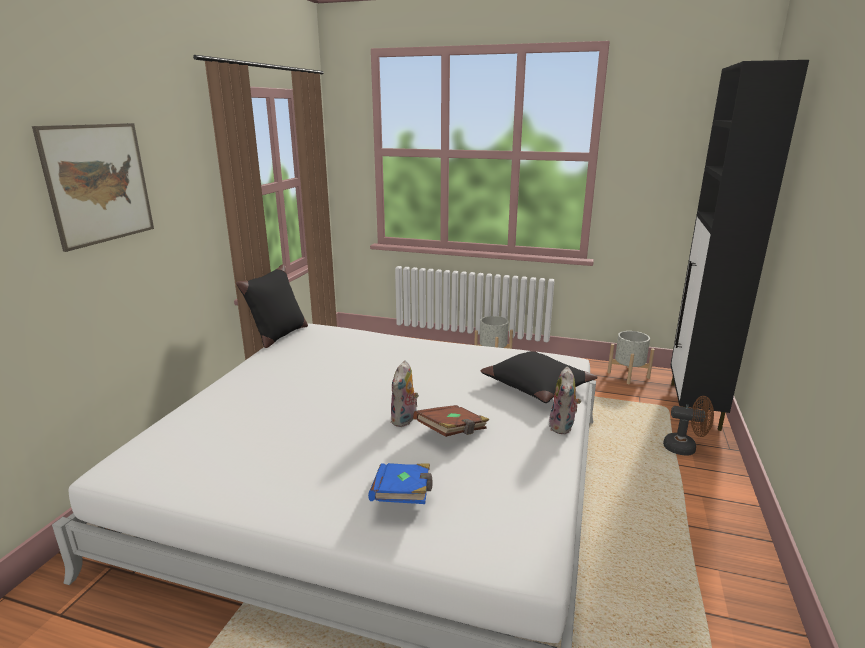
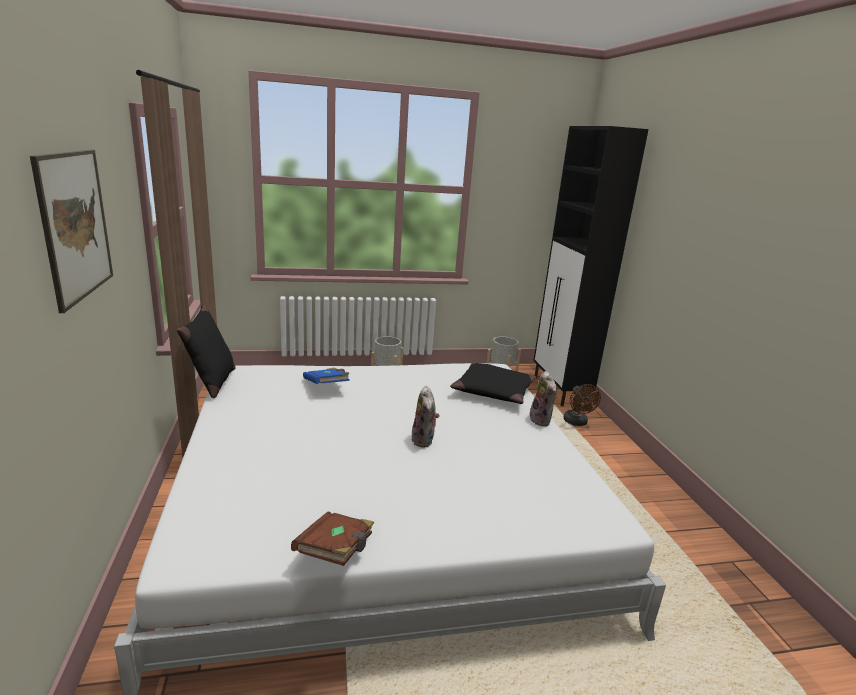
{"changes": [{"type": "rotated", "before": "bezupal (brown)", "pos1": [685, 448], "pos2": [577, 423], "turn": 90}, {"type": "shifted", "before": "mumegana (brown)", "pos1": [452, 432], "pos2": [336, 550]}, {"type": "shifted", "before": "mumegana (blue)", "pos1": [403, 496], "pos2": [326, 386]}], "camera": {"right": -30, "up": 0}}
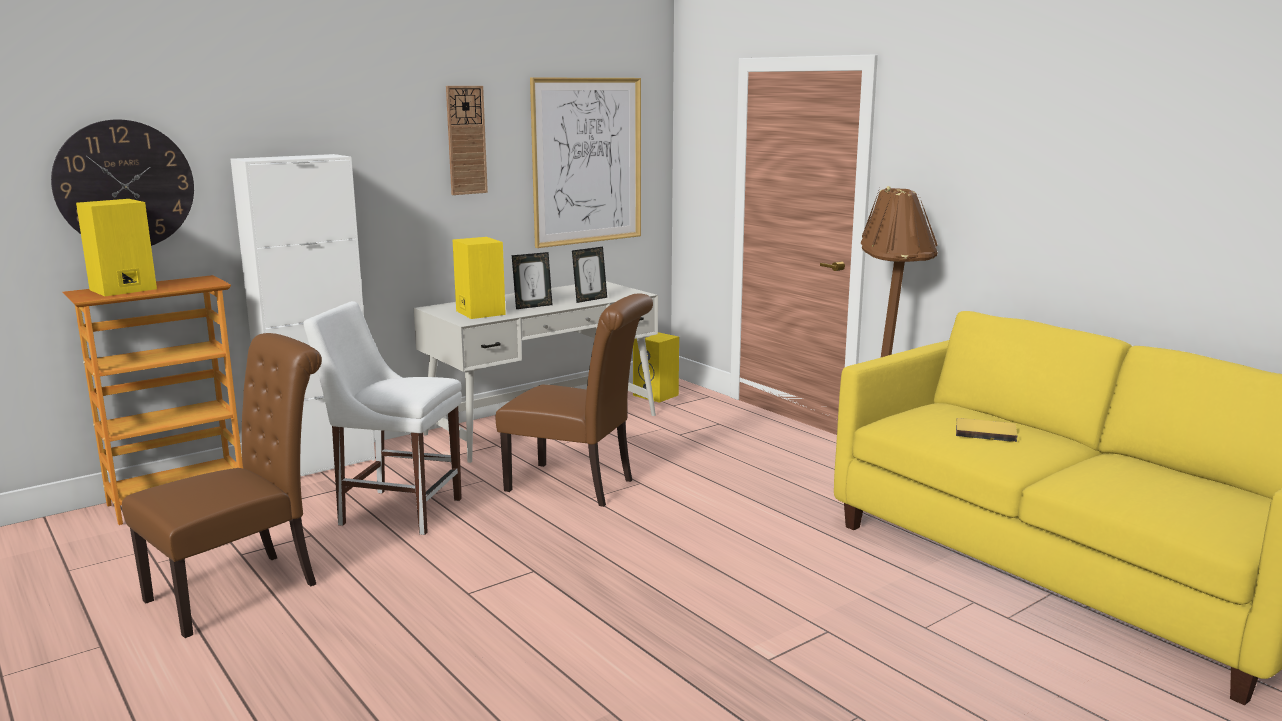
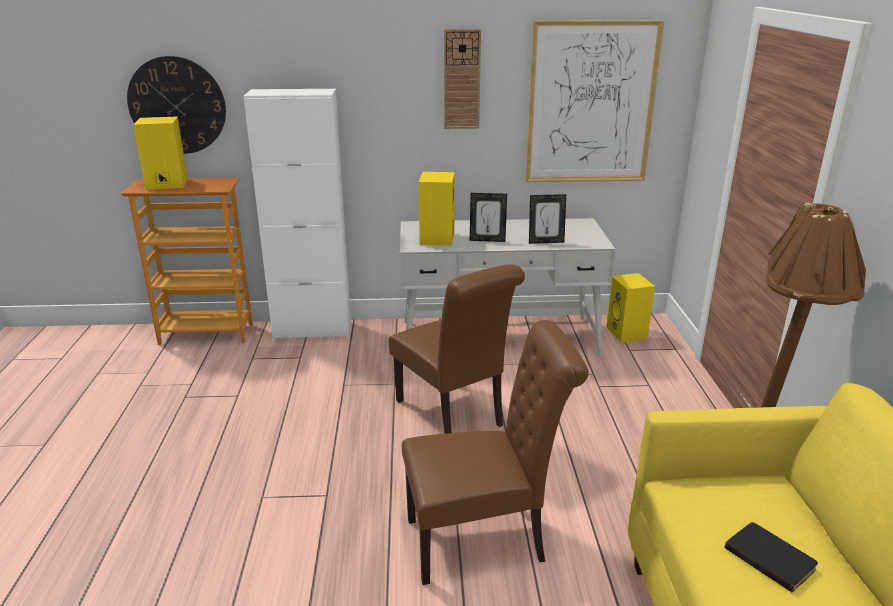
{"changes": [{"type": "gone", "before": "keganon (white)", "pos1": [395, 510]}, {"type": "shifted", "before": "keganon (brown)", "pos1": [243, 589], "pos2": [484, 539]}, {"type": "repainted", "before": "mumegana (yellow)", "after": "mumegana (black)", "pos1": [985, 432], "pos2": [771, 557]}], "camera": {"right": 35, "up": 10}}
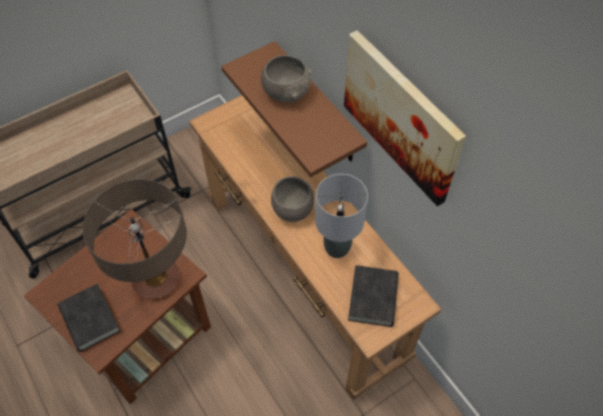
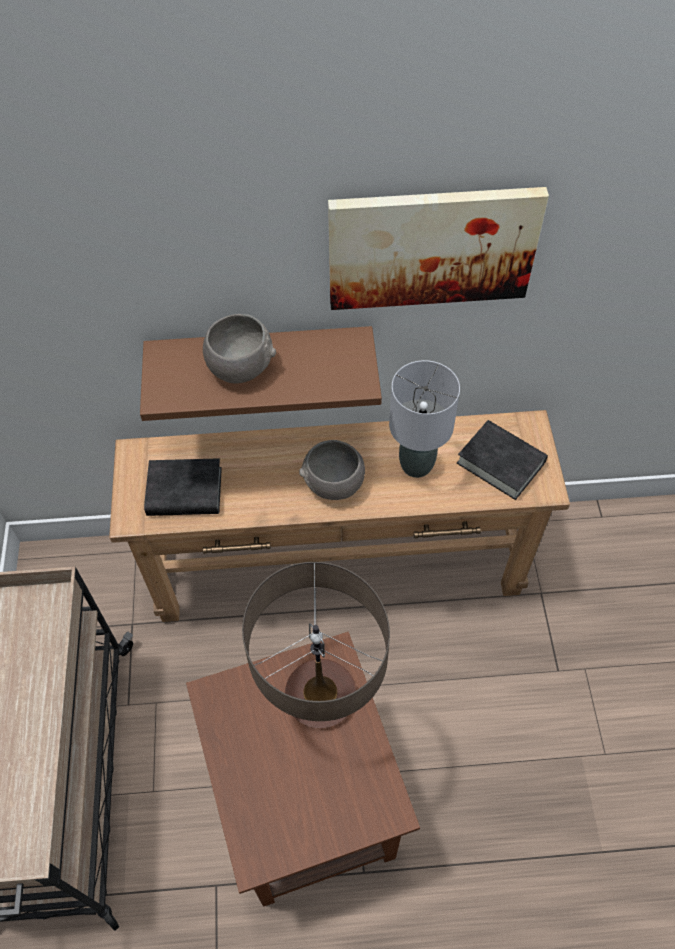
{"changes": [{"type": "shifted", "before": "mumegana (black)", "pos1": [90, 320], "pos2": [185, 492]}], "camera": {"right": -60, "up": 0}}
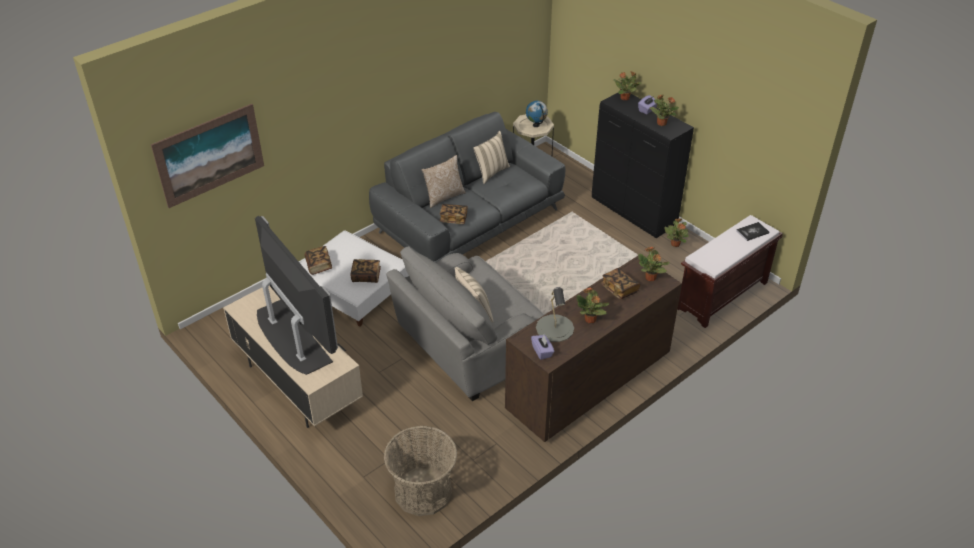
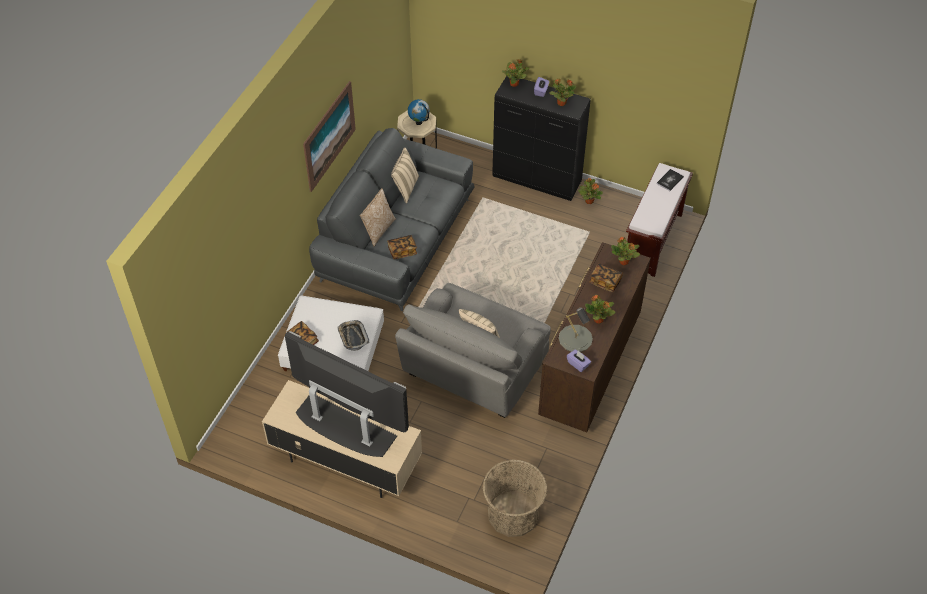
{"changes": [{"type": "shifted", "before": "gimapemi", "pos1": [209, 155], "pos2": [329, 136]}, {"type": "swapped", "before": "mumegana", "after": "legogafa", "pos1": [366, 276], "pos2": [353, 336]}], "camera": {"right": -25, "up": 10}}
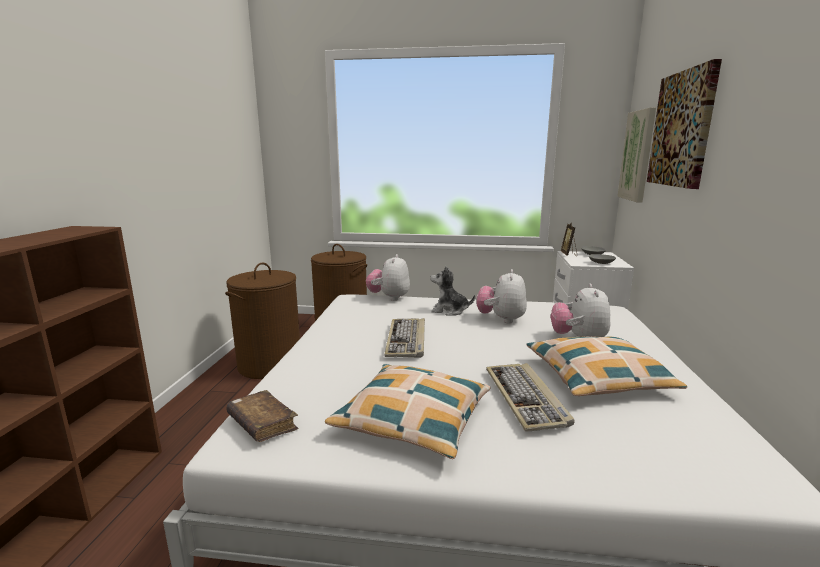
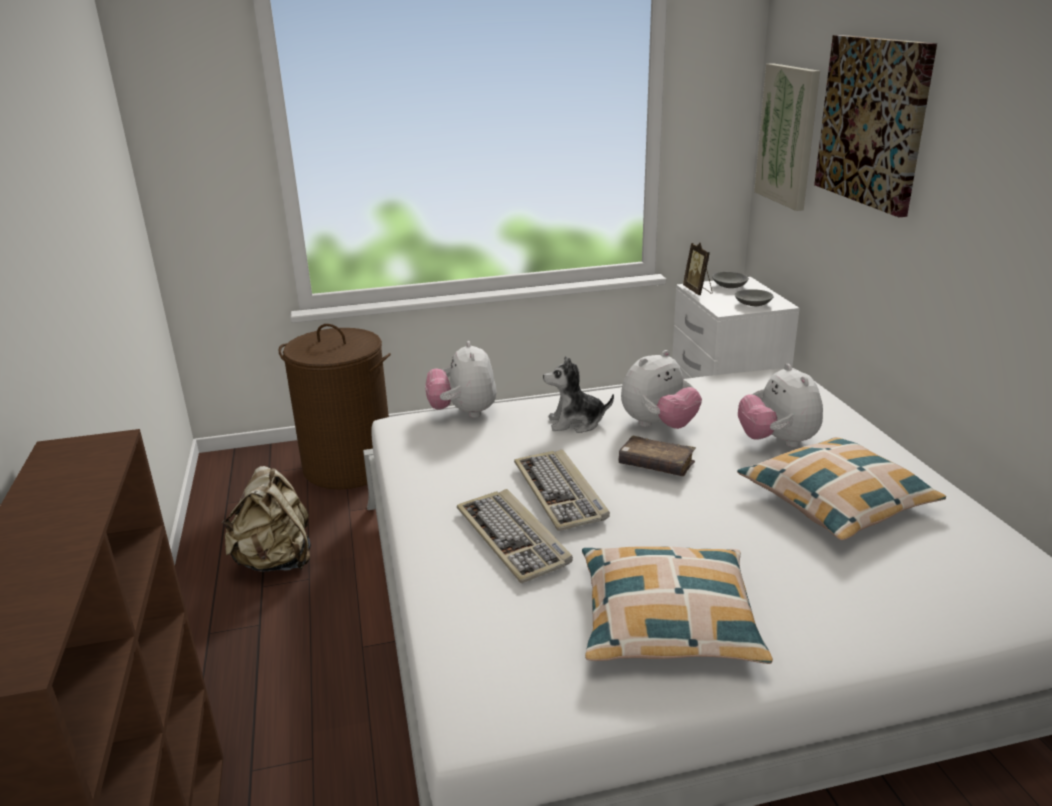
{"changes": [{"type": "swapped", "before": "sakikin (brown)", "after": "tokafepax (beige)", "pos1": [270, 365], "pos2": [275, 561]}, {"type": "rotated", "before": "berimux", "pos1": [501, 319], "pos2": [658, 425], "turn": -120}, {"type": "shifted", "before": "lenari", "pos1": [526, 398], "pos2": [514, 538]}, {"type": "shifted", "before": "mumegana (brown)", "pos1": [262, 424], "pos2": [656, 465]}], "camera": {"right": -20, "up": 10}}
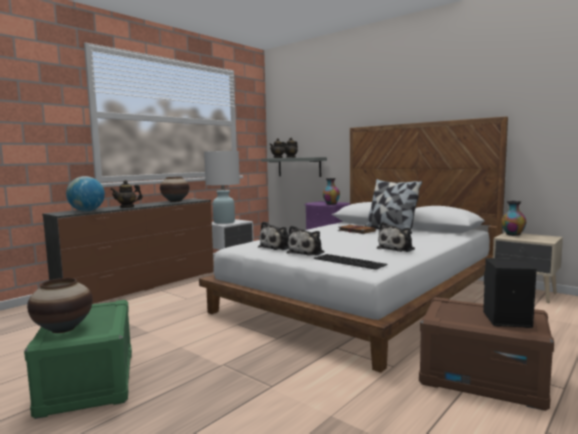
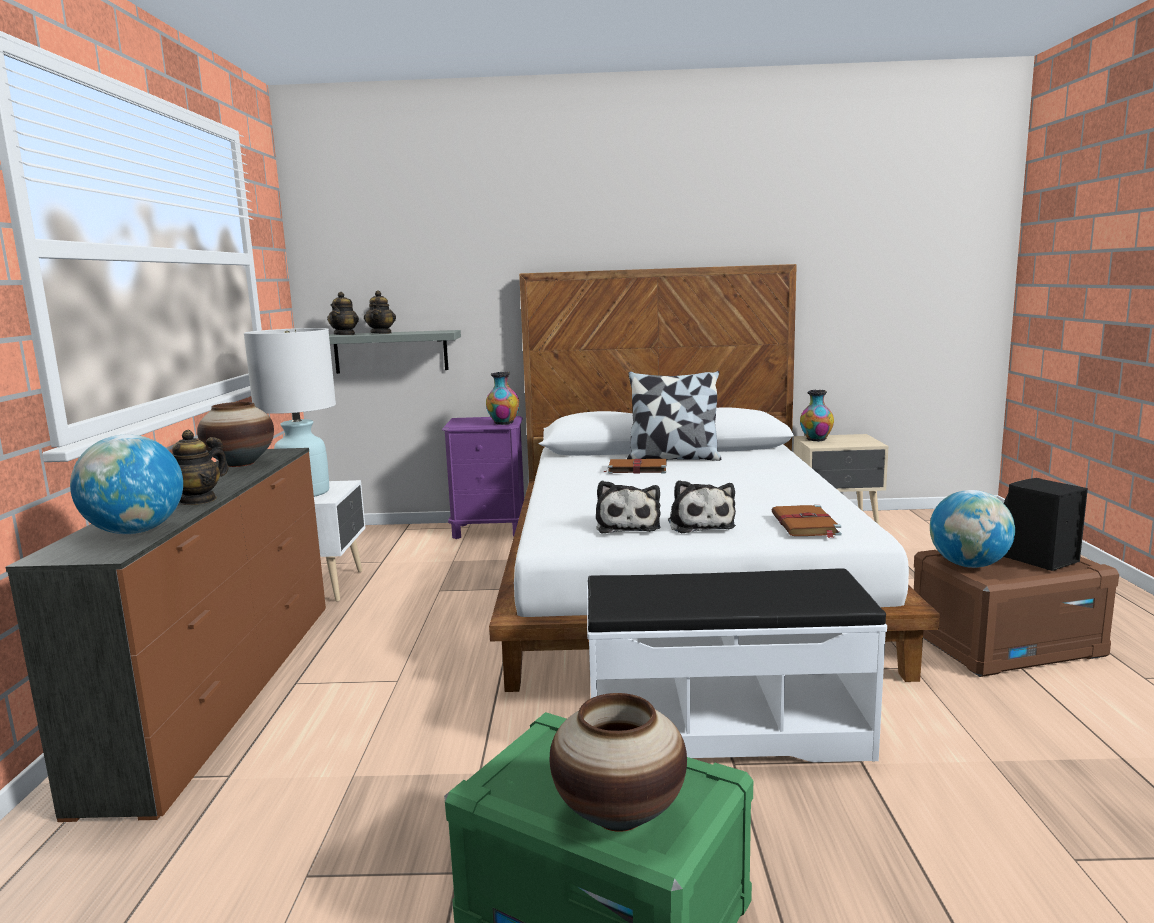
{"changes": [{"type": "gone", "before": "berimux", "pos1": [397, 249]}, {"type": "swapped", "before": "lenari", "after": "mumegana (brown)", "pos1": [350, 261], "pos2": [805, 525]}, {"type": "new", "after": "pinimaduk", "pos2": [969, 565]}, {"type": "new", "after": "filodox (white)", "pos2": [724, 729]}], "camera": {"right": -40, "up": 5}}
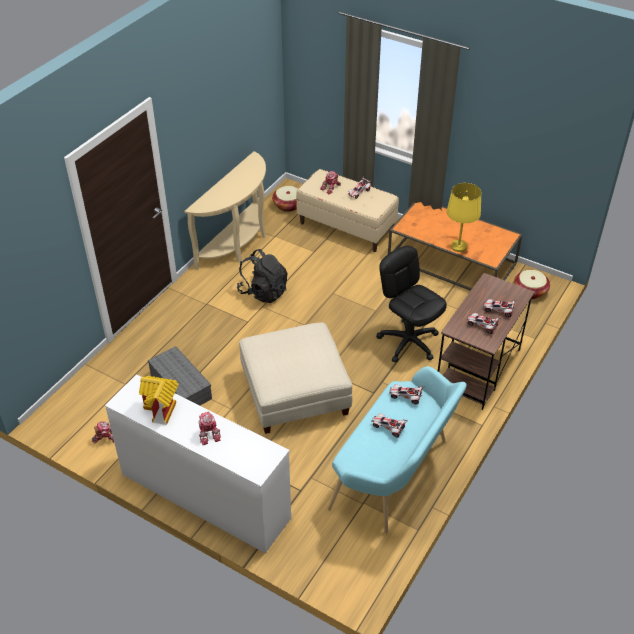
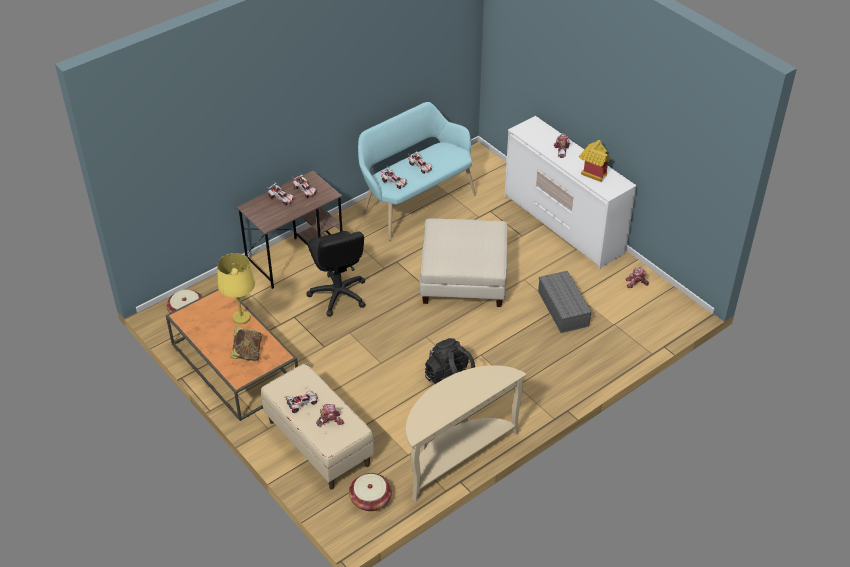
{"changes": [{"type": "new", "after": "mumegana", "pos2": [247, 353]}], "camera": {"right": -160, "up": 0}}
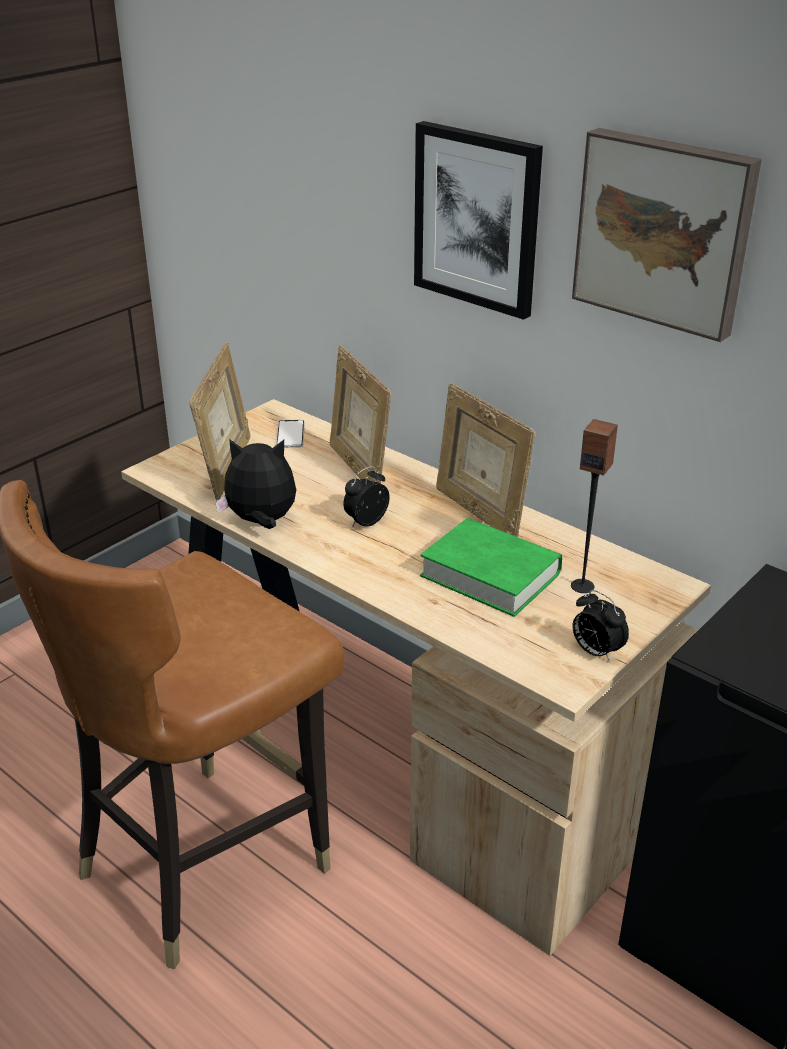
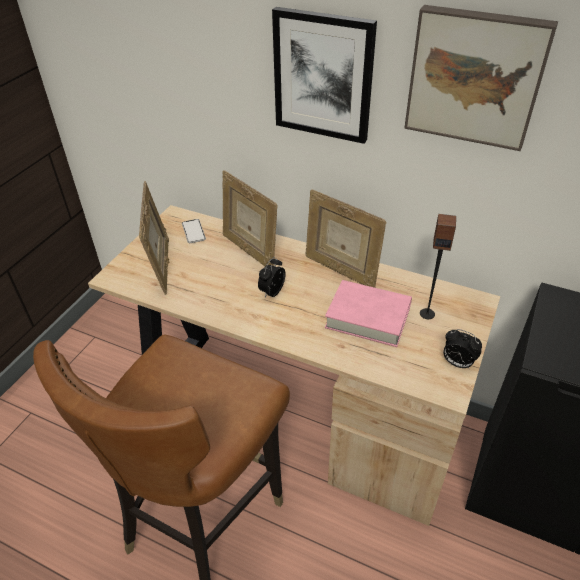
{"changes": [{"type": "gone", "before": "berimux", "pos1": [261, 522]}, {"type": "repainted", "before": "mumegana (green)", "after": "mumegana (pink)", "pos1": [490, 575], "pos2": [368, 317]}], "camera": {"right": -15, "up": 10}}
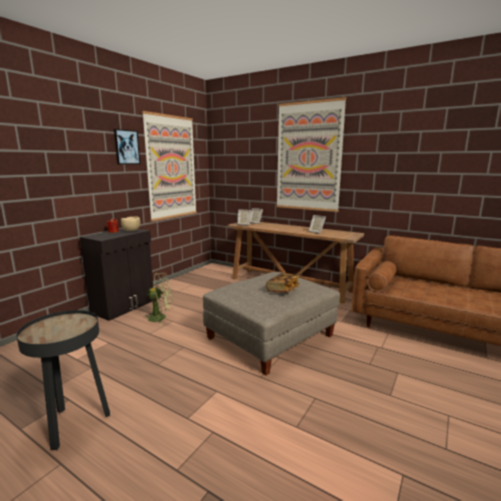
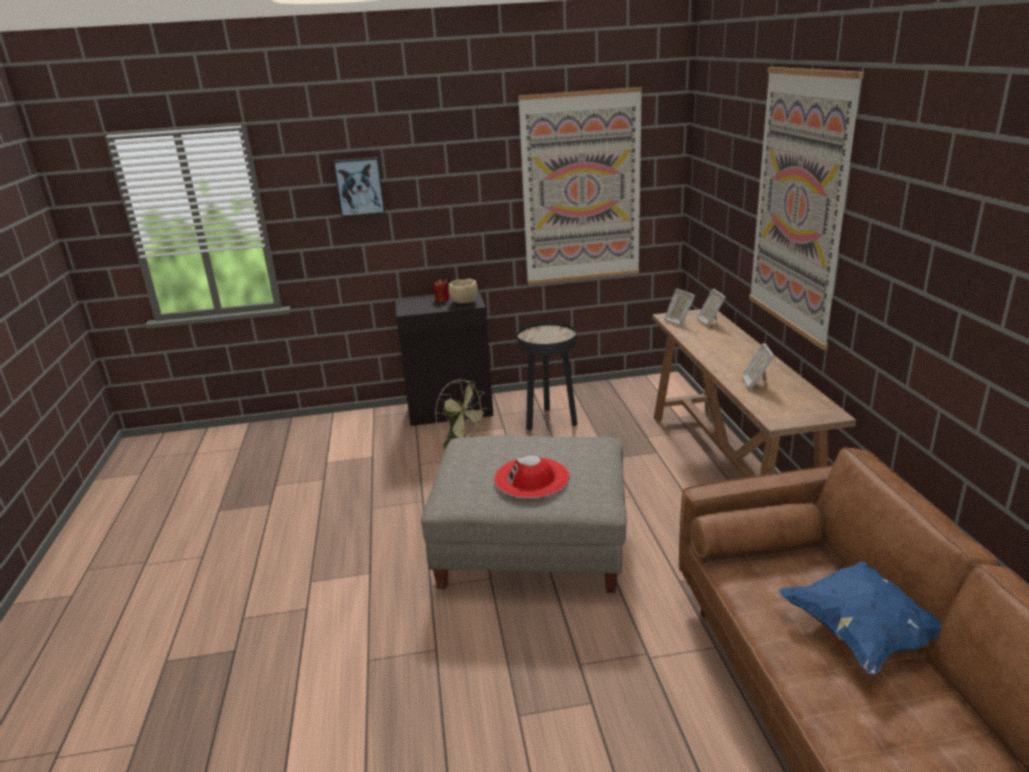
{"changes": [{"type": "shifted", "before": "gimapemi", "pos1": [126, 147], "pos2": [359, 187]}, {"type": "swapped", "before": "mumegana", "after": "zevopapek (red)", "pos1": [283, 290], "pos2": [531, 478]}, {"type": "shifted", "before": "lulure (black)", "pos1": [75, 424], "pos2": [550, 421]}, {"type": "new", "after": "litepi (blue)", "pos2": [862, 632]}], "camera": {"right": 50, "up": 10}}
